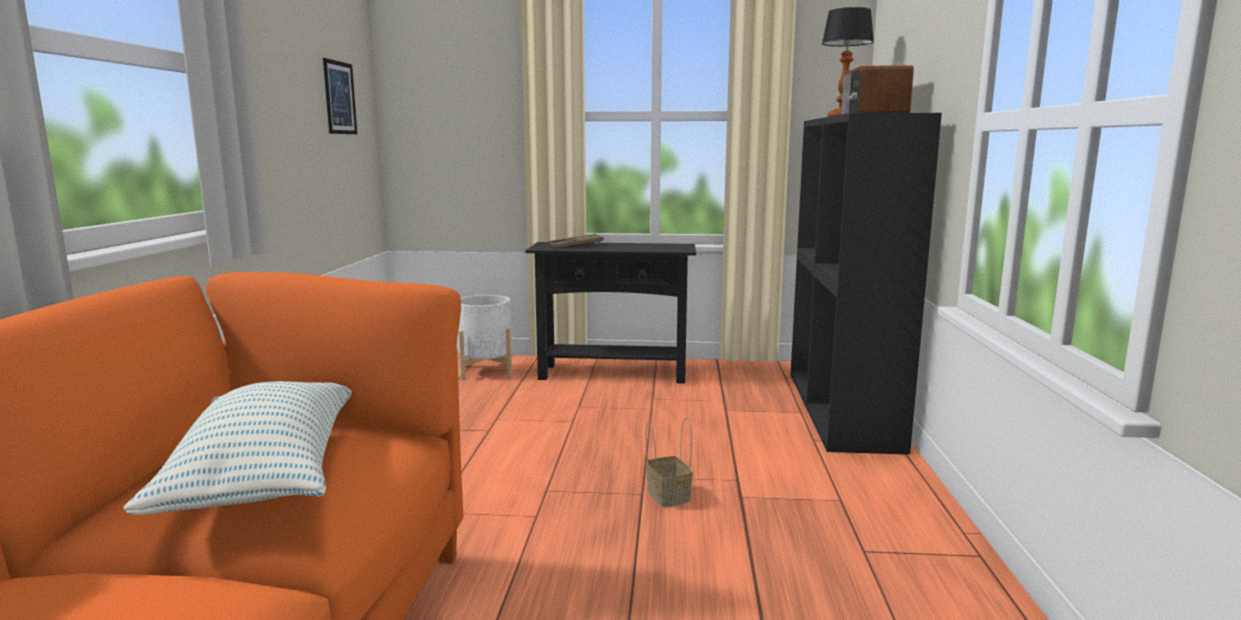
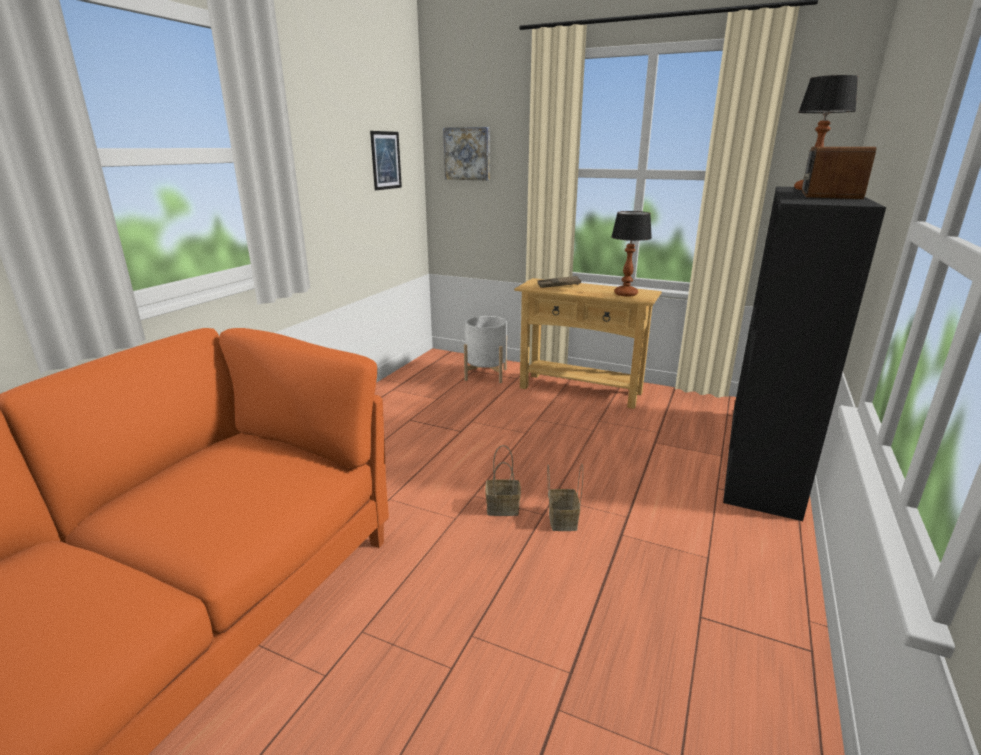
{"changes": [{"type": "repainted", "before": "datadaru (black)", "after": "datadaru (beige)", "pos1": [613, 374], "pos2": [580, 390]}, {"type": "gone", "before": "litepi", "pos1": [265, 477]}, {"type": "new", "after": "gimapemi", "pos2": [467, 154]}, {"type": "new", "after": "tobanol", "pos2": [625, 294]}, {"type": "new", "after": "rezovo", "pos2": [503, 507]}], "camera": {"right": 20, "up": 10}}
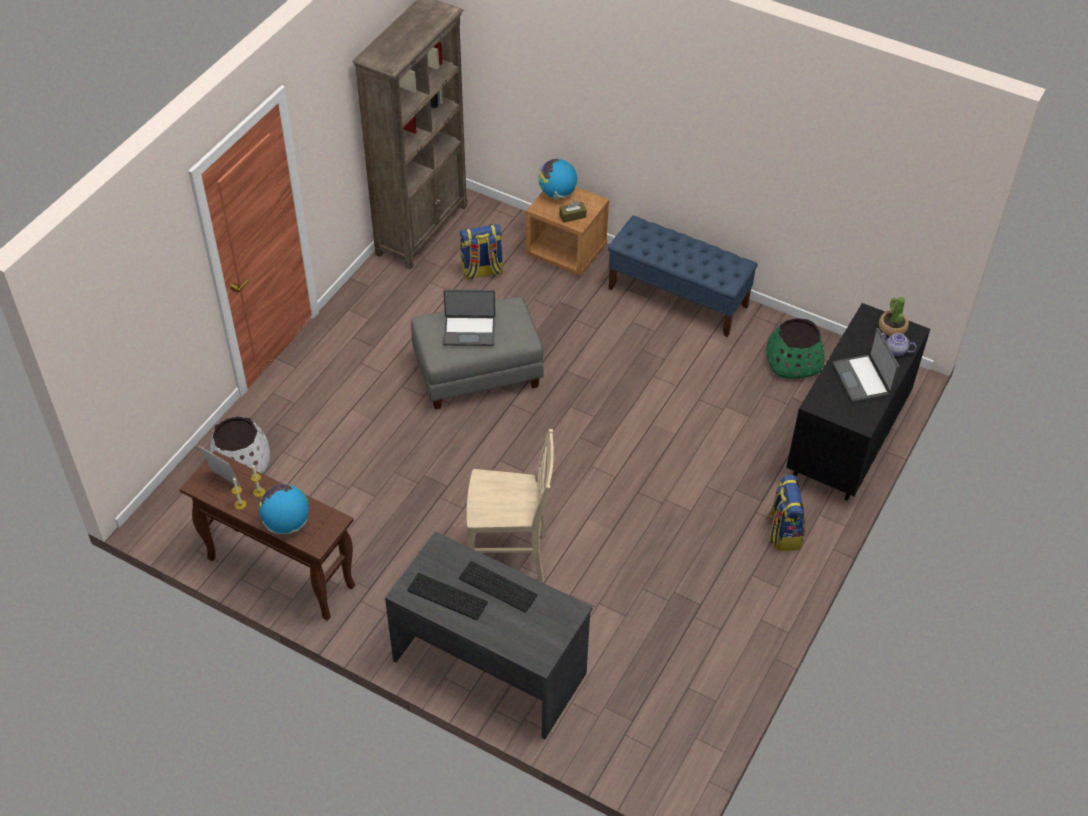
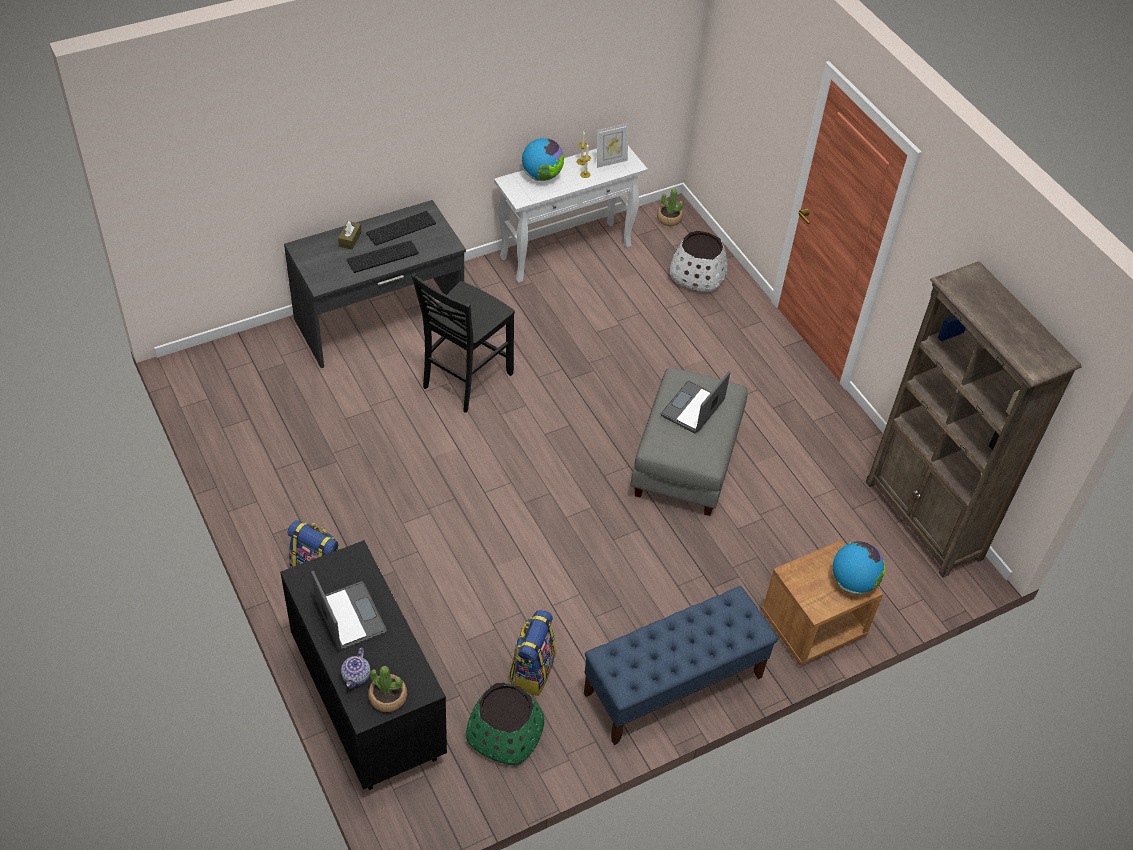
{"changes": [{"type": "shifted", "before": "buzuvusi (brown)", "pos1": [572, 216], "pos2": [350, 239]}, {"type": "shifted", "before": "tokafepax", "pos1": [481, 271], "pos2": [532, 670]}, {"type": "rotated", "before": "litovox", "pos1": [862, 379], "pos2": [349, 617], "turn": 45}, {"type": "rotated", "before": "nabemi", "pos1": [896, 350], "pos2": [356, 676], "turn": 135}, {"type": "repainted", "before": "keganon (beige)", "after": "keganon (black)", "pos1": [510, 556], "pos2": [465, 380]}, {"type": "repainted", "before": "datadaru (brown)", "after": "datadaru (white)", "pos1": [279, 572], "pos2": [566, 251]}, {"type": "new", "after": "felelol", "pos2": [669, 219]}], "camera": {"right": 120, "up": 0}}
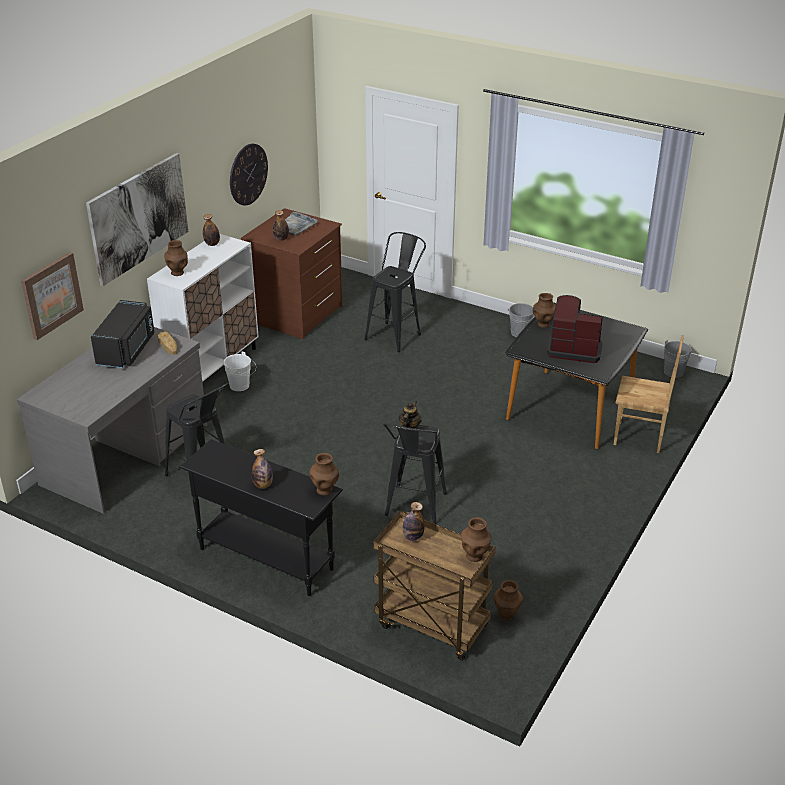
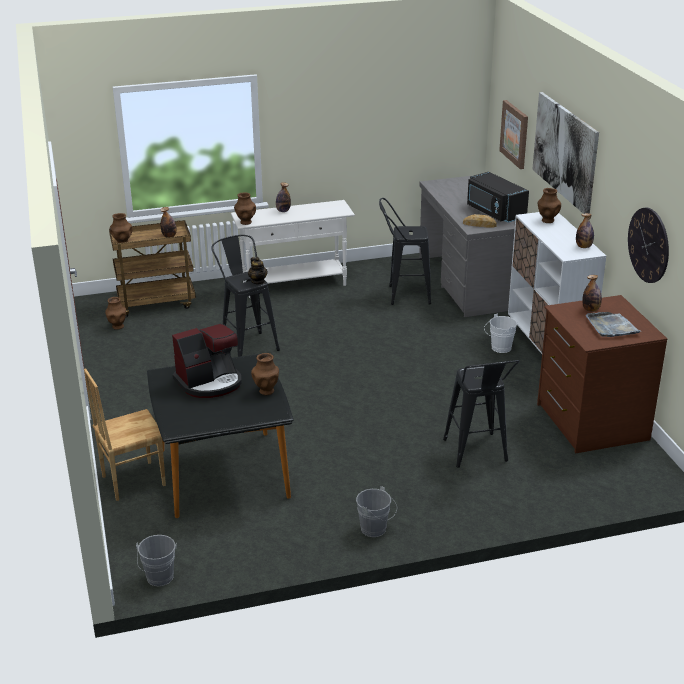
{"changes": [{"type": "repainted", "before": "datadaru (black)", "after": "datadaru (white)", "pos1": [266, 558], "pos2": [295, 284]}], "camera": {"right": 135, "up": -5}}
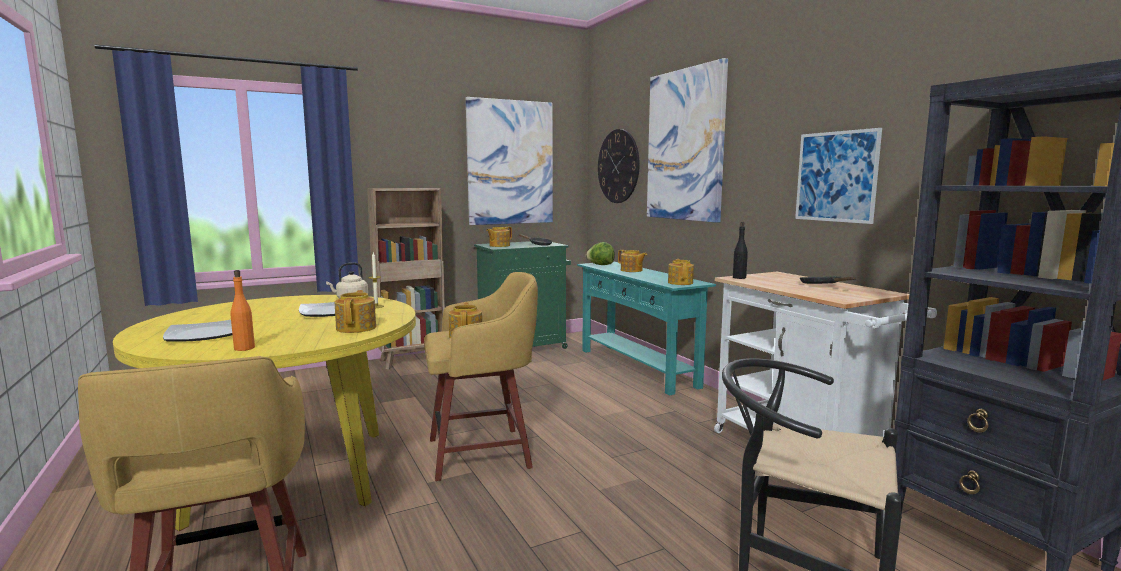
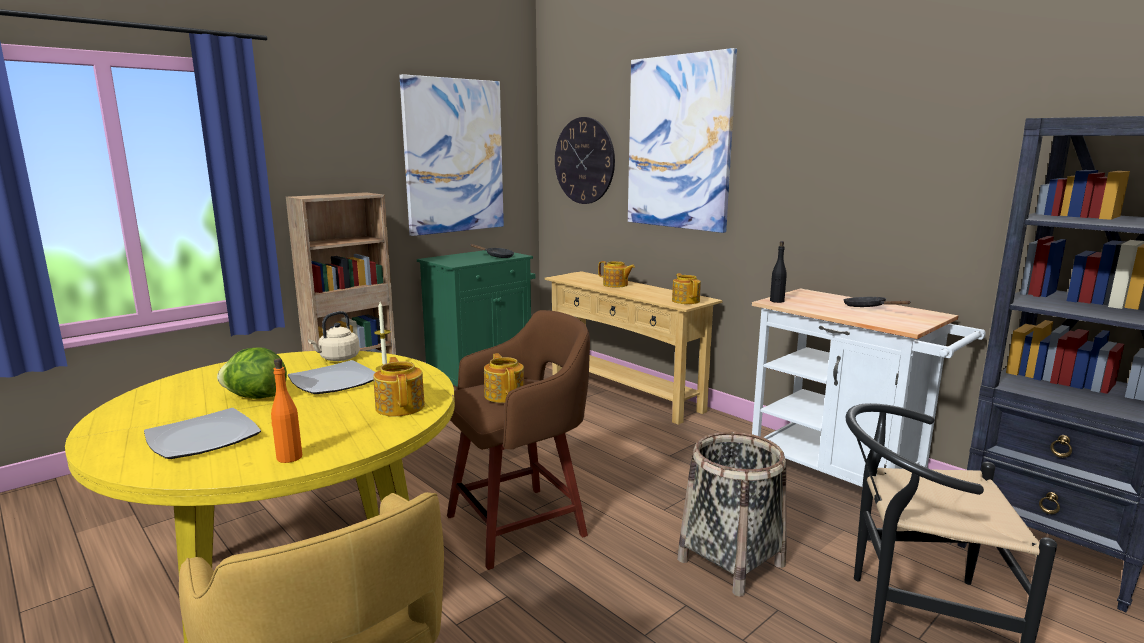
{"changes": [{"type": "gone", "before": "gimapemi", "pos1": [836, 176]}, {"type": "gone", "before": "nabemi", "pos1": [499, 245]}, {"type": "shifted", "before": "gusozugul", "pos1": [600, 265], "pos2": [256, 397]}, {"type": "repainted", "before": "datadaru (turquoise)", "after": "datadaru (beige)", "pos1": [637, 367], "pos2": [625, 393]}, {"type": "repainted", "before": "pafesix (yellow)", "after": "pafesix (brown)", "pos1": [483, 453], "pos2": [520, 524]}, {"type": "new", "after": "rezovo", "pos2": [731, 562]}], "camera": {"right": -15, "up": 5}}
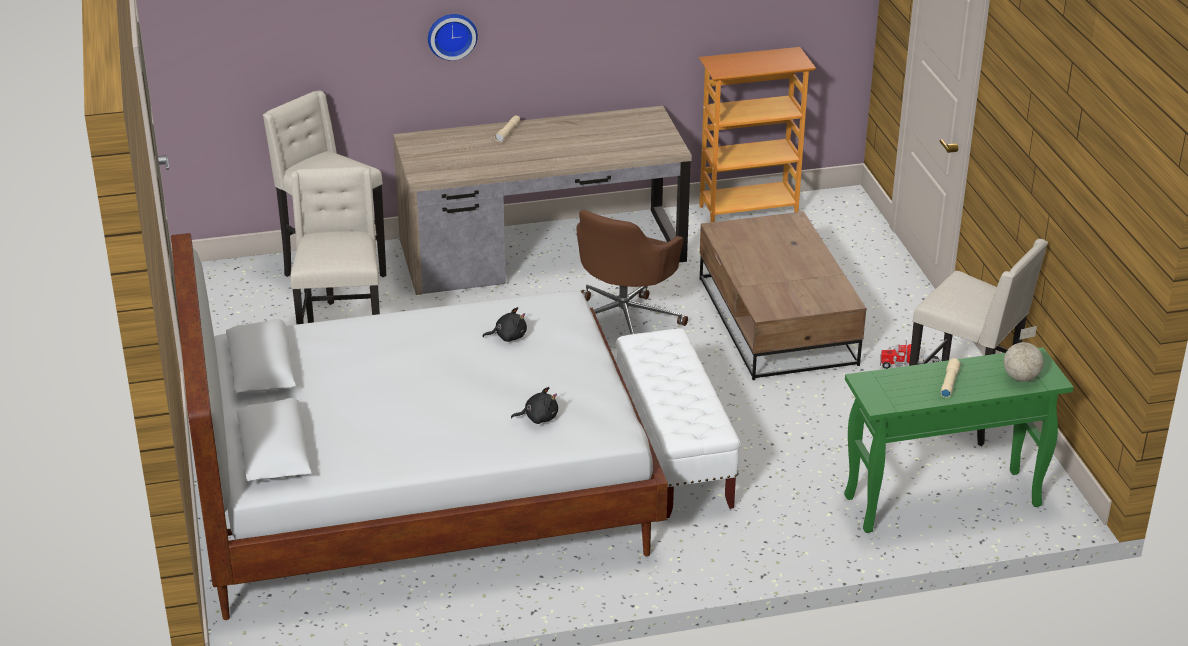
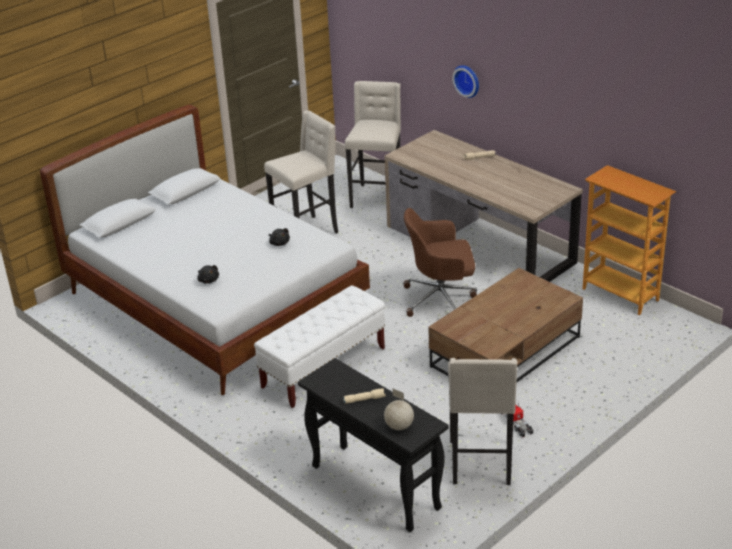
{"changes": [{"type": "repainted", "before": "datadaru (green)", "after": "datadaru (black)", "pos1": [941, 502], "pos2": [374, 487]}], "camera": {"right": 60, "up": 0}}
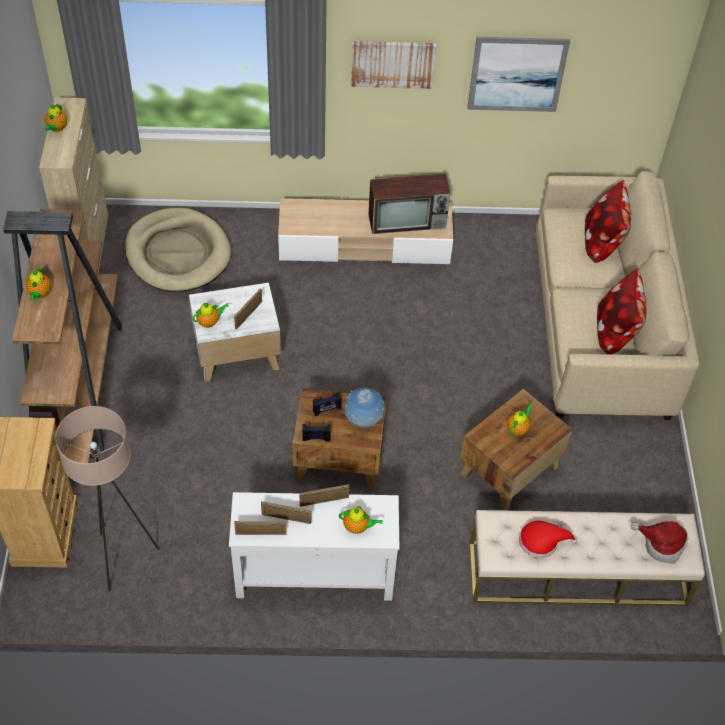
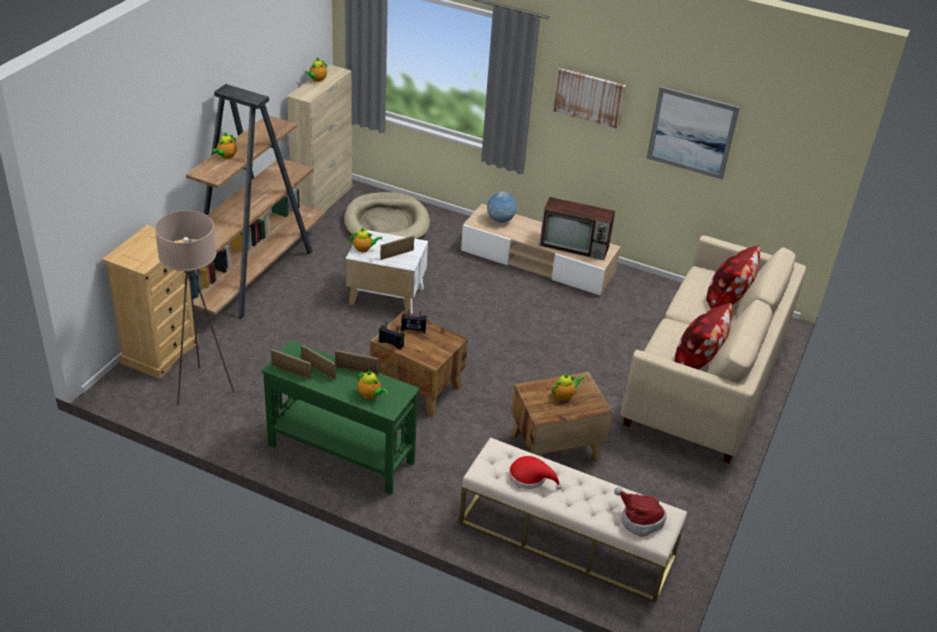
{"changes": [{"type": "shifted", "before": "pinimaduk", "pos1": [363, 420], "pos2": [500, 221]}, {"type": "repainted", "before": "datadaru (white)", "after": "datadaru (green)", "pos1": [314, 574], "pos2": [340, 453]}], "camera": {"right": 25, "up": -15}}
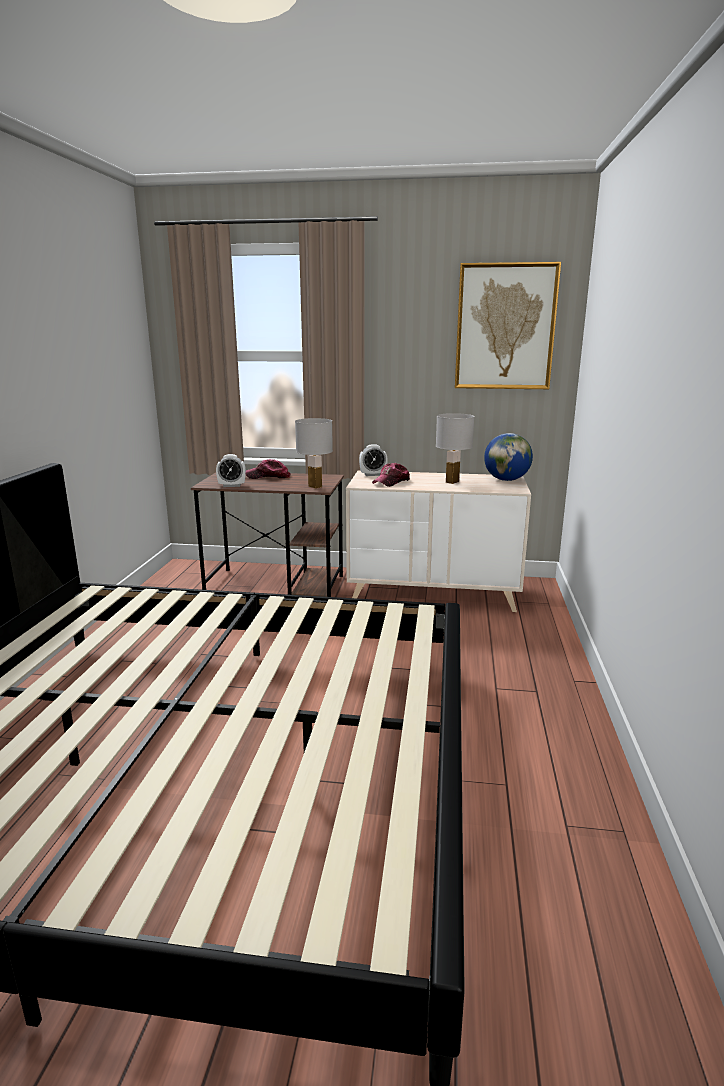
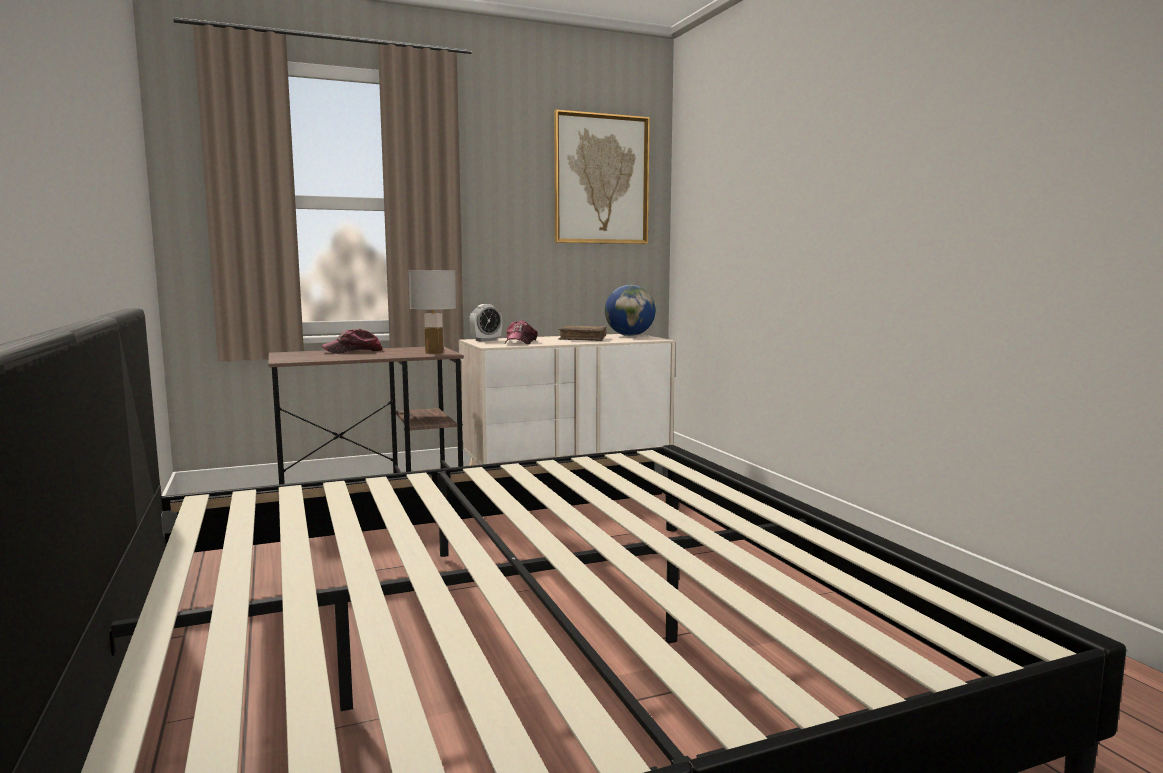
{"changes": [{"type": "swapped", "before": "tobanol (white)", "after": "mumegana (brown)", "pos1": [452, 482], "pos2": [583, 339]}, {"type": "gone", "before": "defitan", "pos1": [232, 485]}], "camera": {"right": -30, "up": -10}}
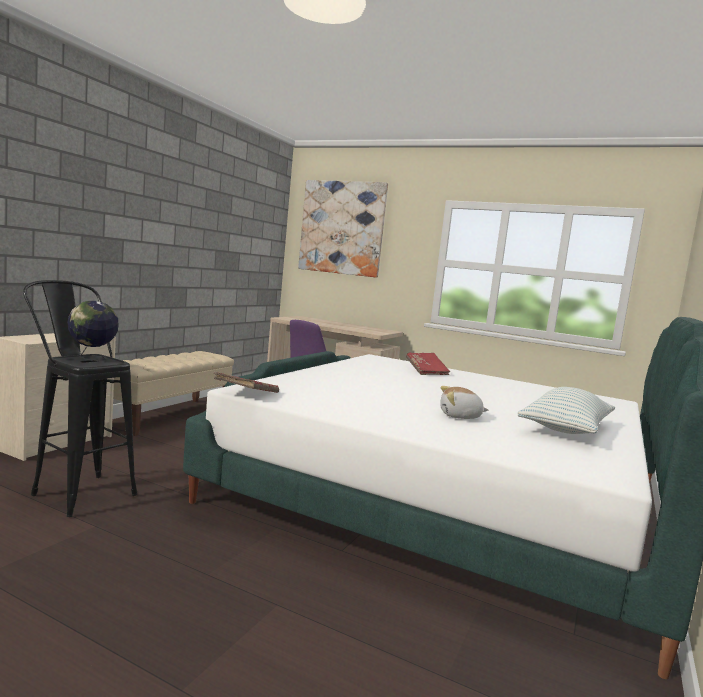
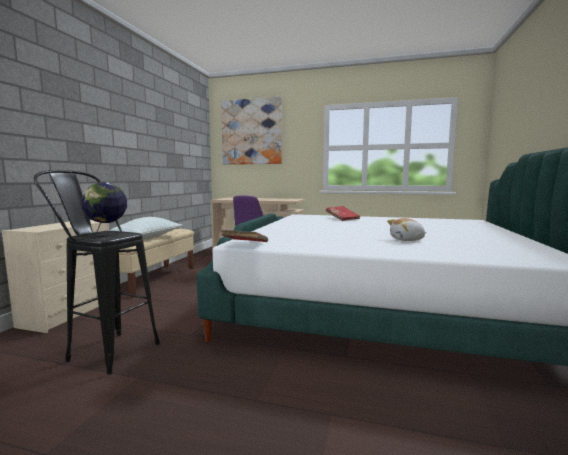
{"changes": [{"type": "shifted", "before": "litepi", "pos1": [566, 429], "pos2": [147, 238]}], "camera": {"right": -10, "up": 0}}
